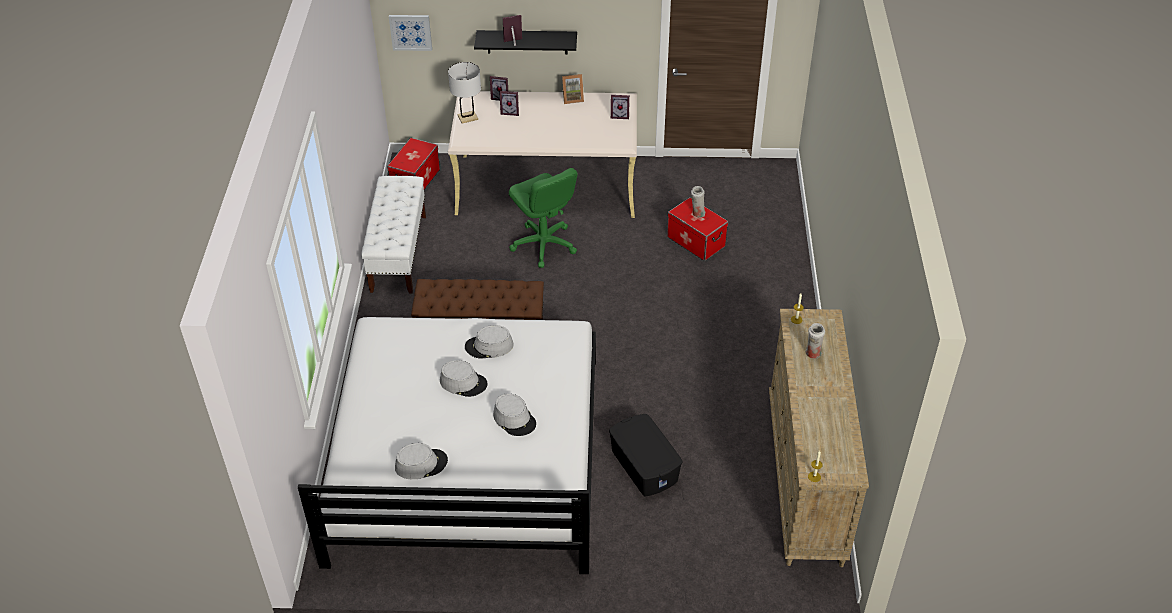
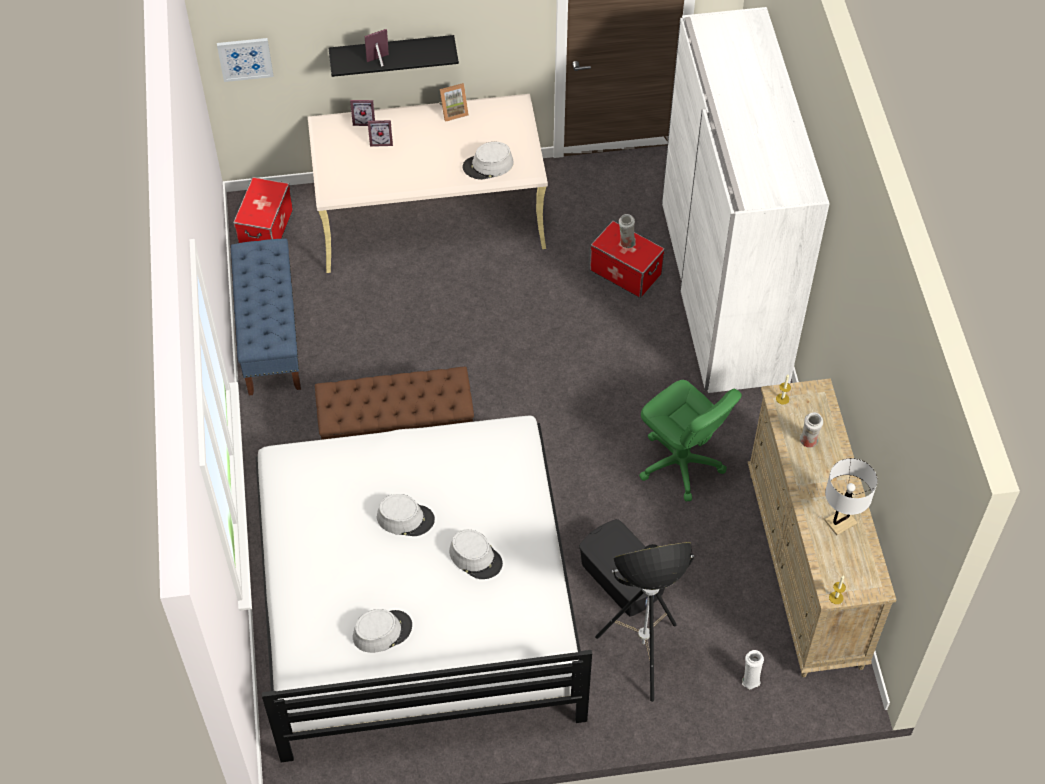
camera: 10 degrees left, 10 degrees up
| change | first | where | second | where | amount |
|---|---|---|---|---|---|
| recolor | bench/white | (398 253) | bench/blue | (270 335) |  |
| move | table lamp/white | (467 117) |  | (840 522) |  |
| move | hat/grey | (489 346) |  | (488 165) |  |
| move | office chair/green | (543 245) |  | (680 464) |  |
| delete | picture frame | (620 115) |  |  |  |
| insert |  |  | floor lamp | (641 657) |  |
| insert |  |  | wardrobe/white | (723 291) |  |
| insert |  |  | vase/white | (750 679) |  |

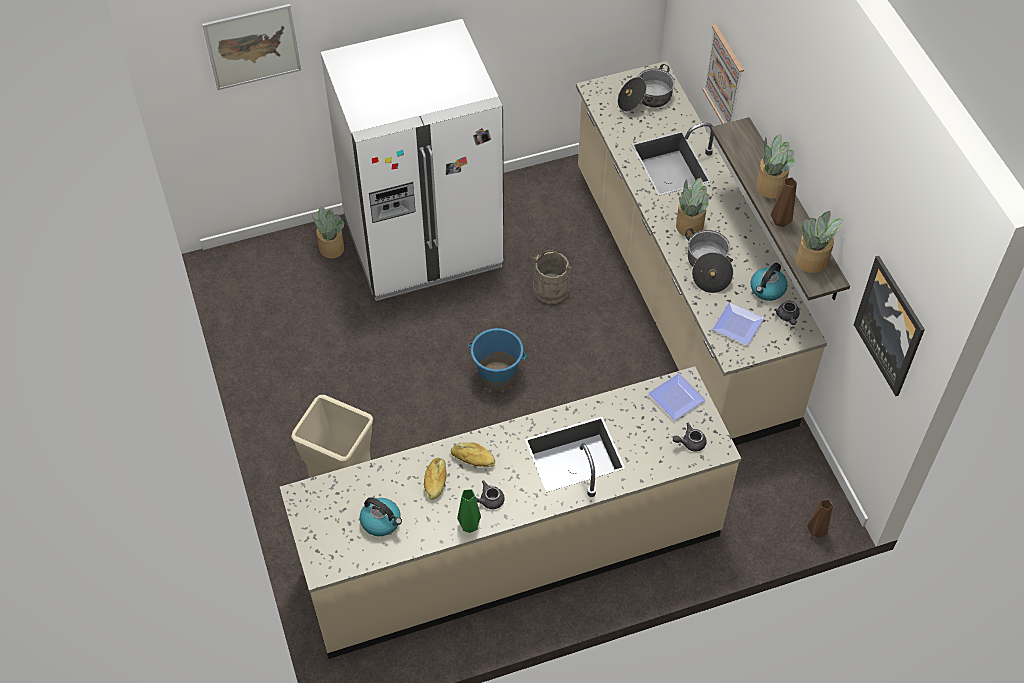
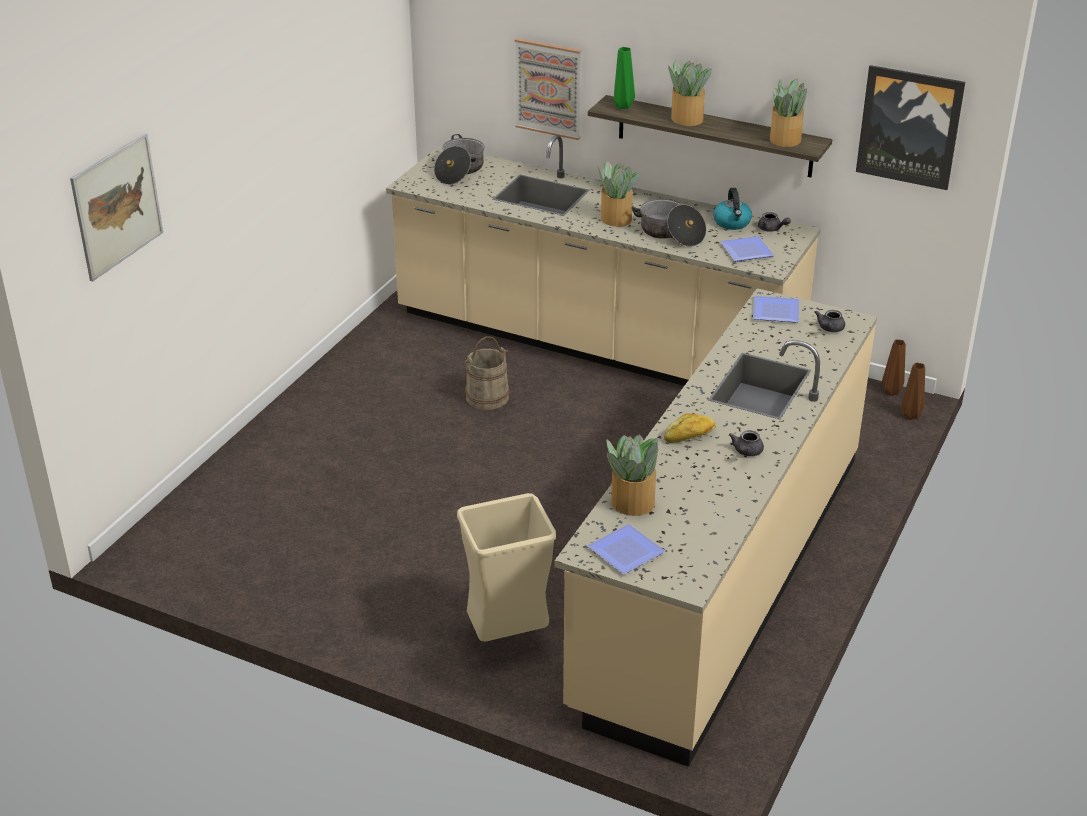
camera: 45 degrees left, 20 degrees down
| change | first | where | second | where | amount |
|---|---|---|---|---|---|
| move | potted plant | (331 247) |  | (631 502) |  |
| delete | fridge/white | (423 244) |  |  |  |
| delete | kettle | (381 521) |  |  |  |
| delete | bread | (435 481) |  |  |  |
| move | vase/green | (468 525) |  | (622 106) |  |
| delete | bucket/blue | (497 376) |  |  |  |
| move | vase/brown | (780 222) |  | (892 392) |  |
| insert |  |  | plate | (623 551) |  |

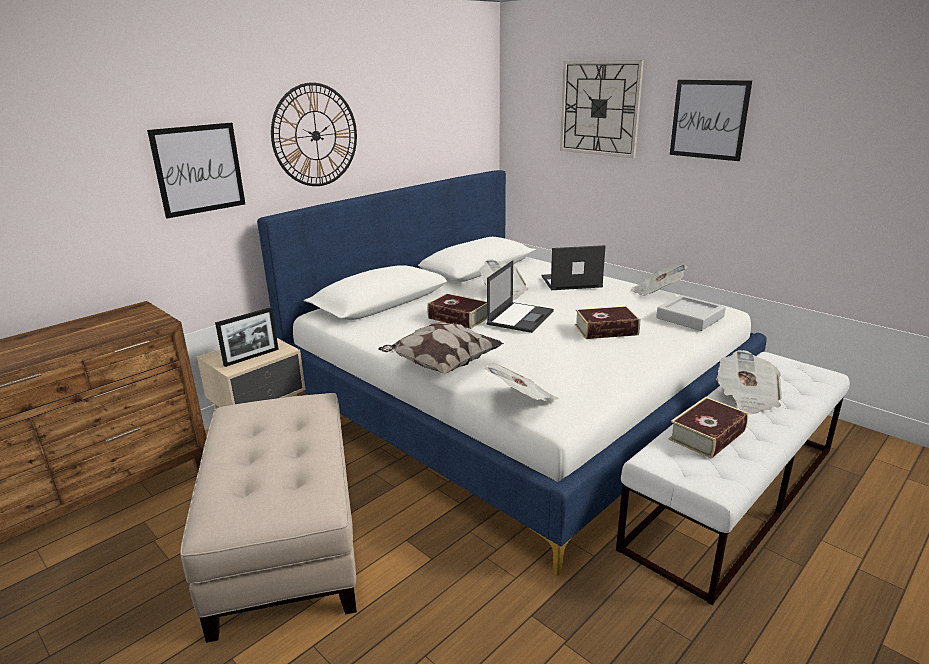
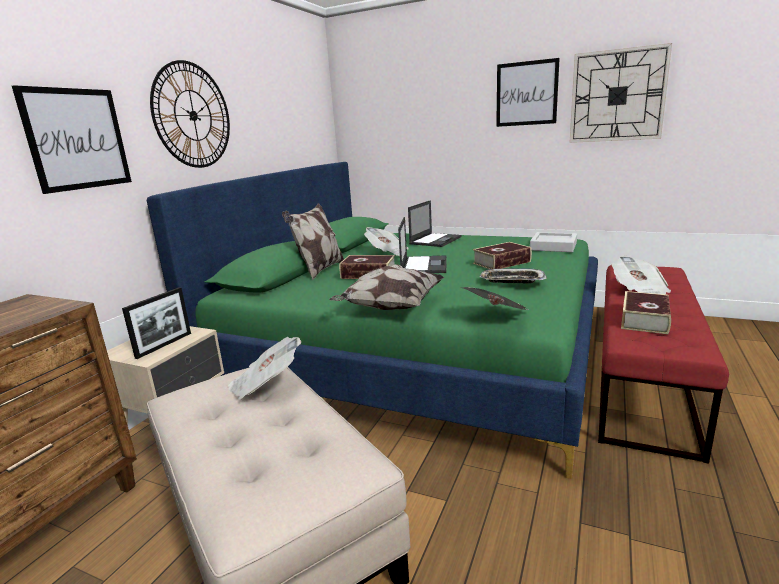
camera: 20 degrees left, 5 degrees down
| change | first | where | second | where | amount |
|---|---|---|---|---|---|
| recolor | bed/white | (516 399) | bed/green | (417 347) |  |
| rotate | laptop | (570 282) |  | (435 240) | 150 degrees clockwise |
| move | wall clock | (600 108) |  | (617 96) |  |
| recolor | bench/white | (734 495) | bench/red | (642 377) |  |
| move | newspaper | (656 292) |  | (266 385) |  |
| insert |  |  | pillow | (319 270) |  |
| insert |  |  | tray | (511 280) |  |

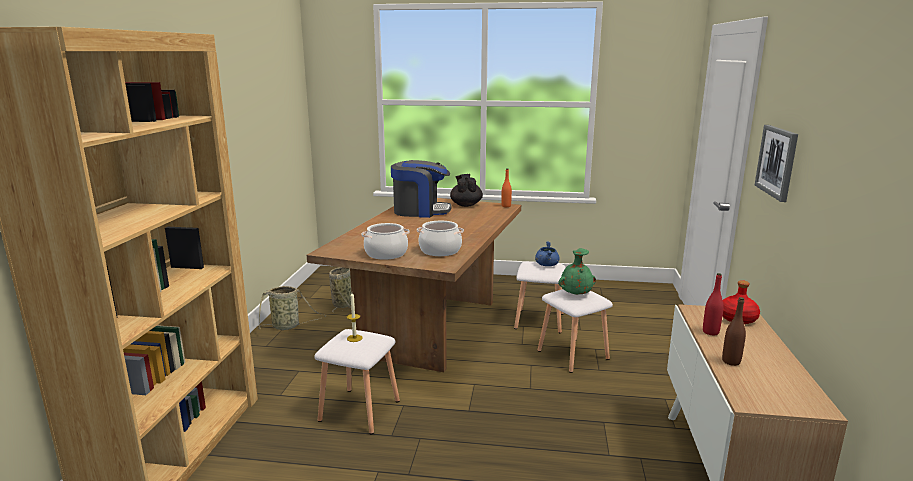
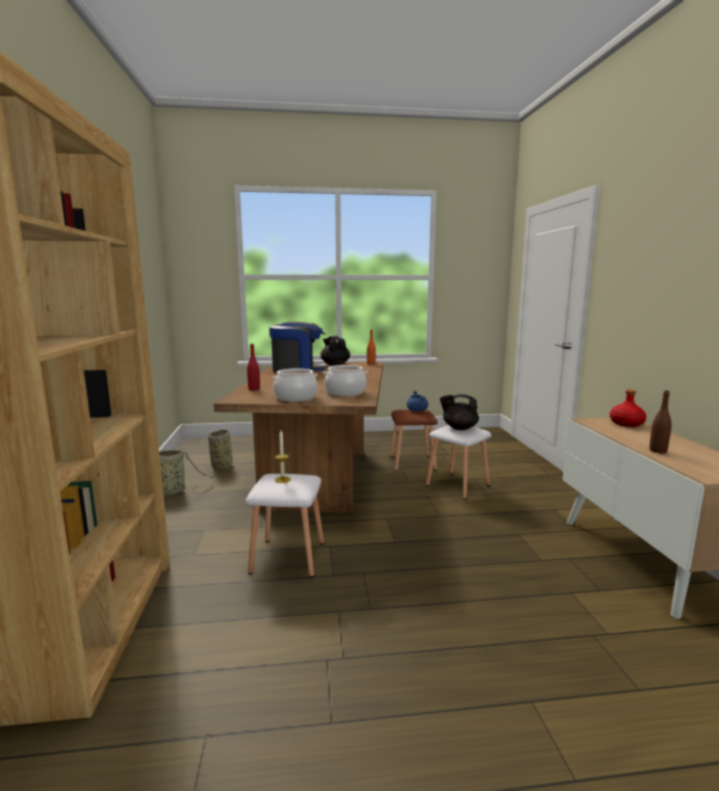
camera: 15 degrees left, 5 degrees down
| change | first | where | second | where | amount |
|---|---|---|---|---|---|
| recolor | stool/white | (539 321) | stool/brown | (413 463) |  |
| replace | vase/green | (575 294) | teapot/black | (459 428) |  |
| move | bottle/red | (710 332) |  | (254 389) |  |
| delete | picture | (777 161) |  |  |  |

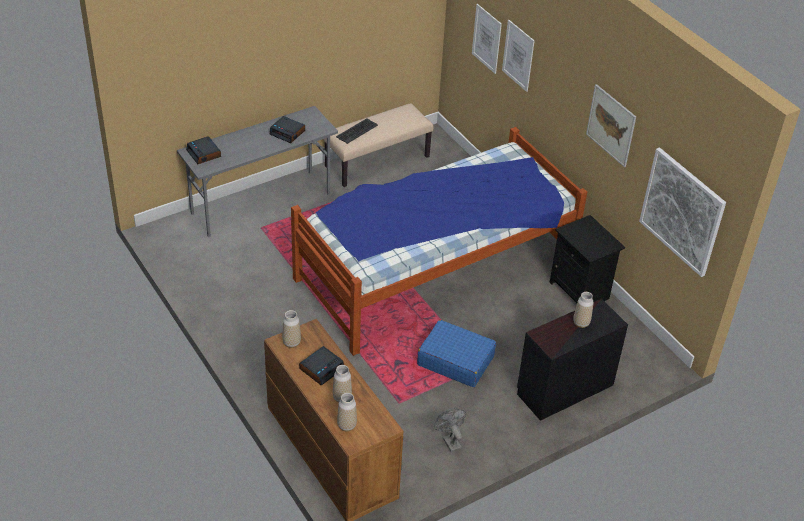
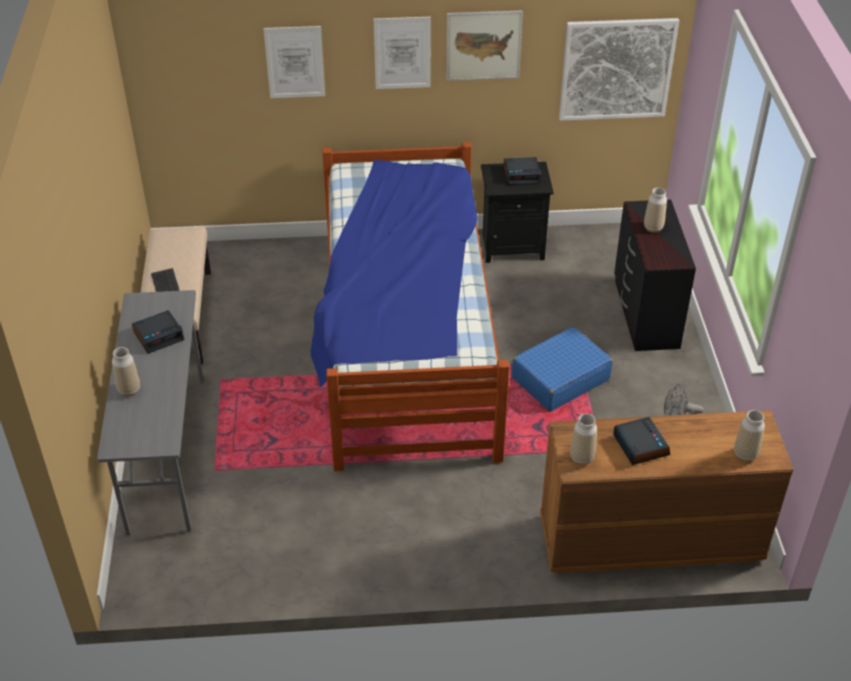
camera: 60 degrees left, 0 degrees up
| change | first | where | second | where | amount |
|---|---|---|---|---|---|
| move | alarm clock | (204 154) |  | (522 175) |  |
| move | vase | (342 398) |  | (129 390) |  |
| move | picture | (486 38) |  | (402 53) |  |

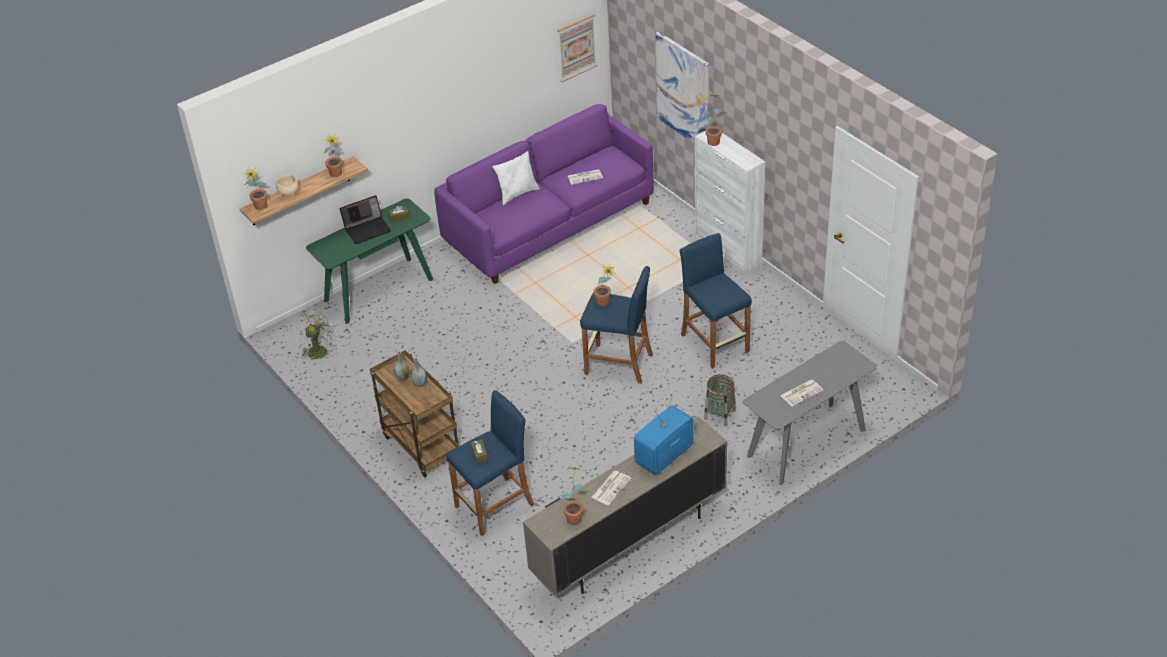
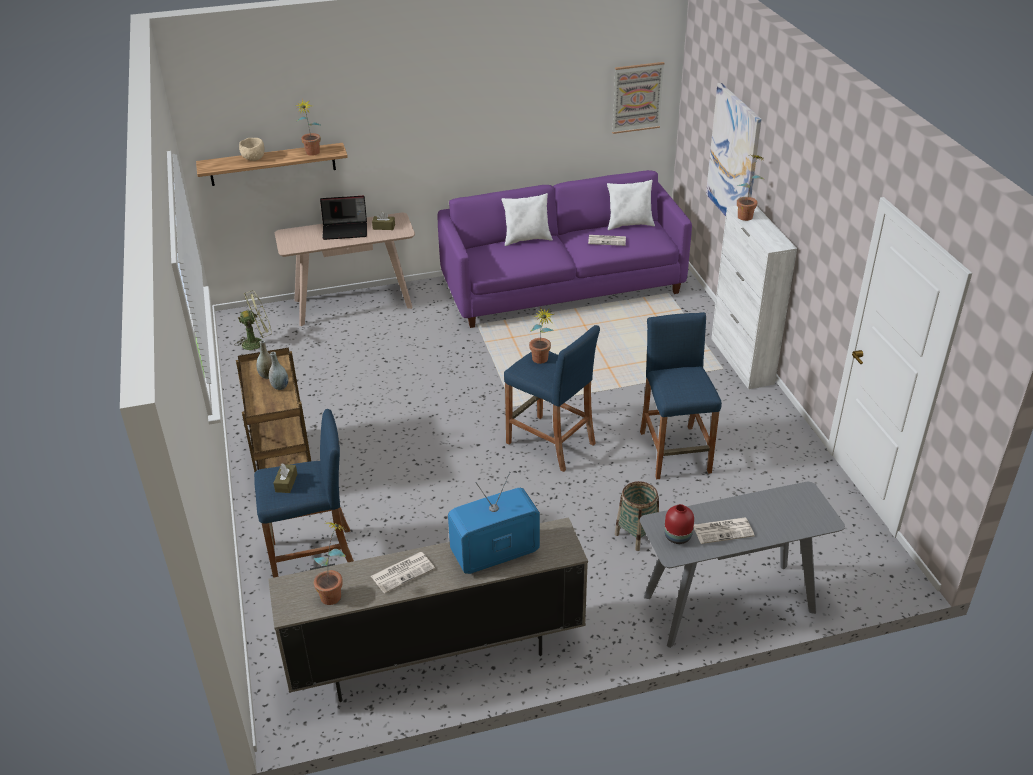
camera: 20 degrees right, 5 degrees down
| change | first | where | second | where | amount |
|---|---|---|---|---|---|
| delete | potted plant | (260 208) |  |  |  |
| recolor | console table/green | (378 290) | console table/beige | (353 303) |  |
| insert |  |  | pillow/white | (629 224) |  |
| insert |  |  | vase/red | (678 537) |  |

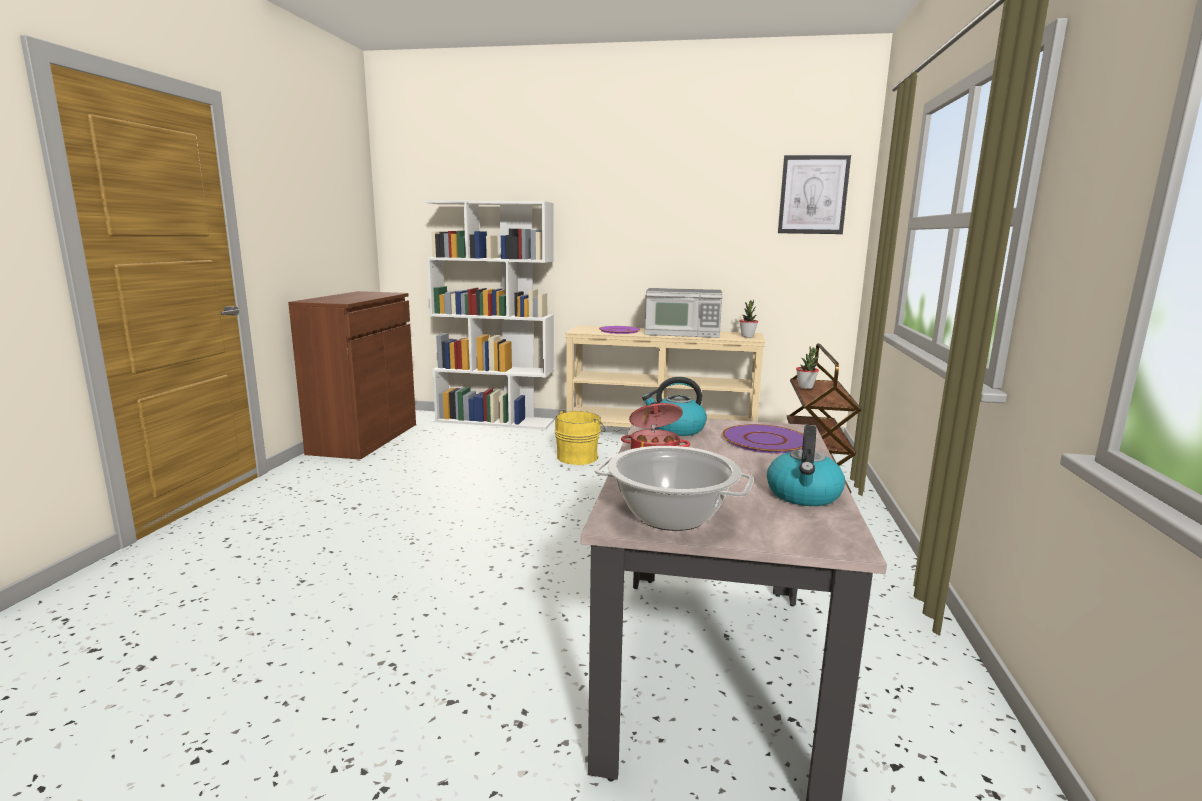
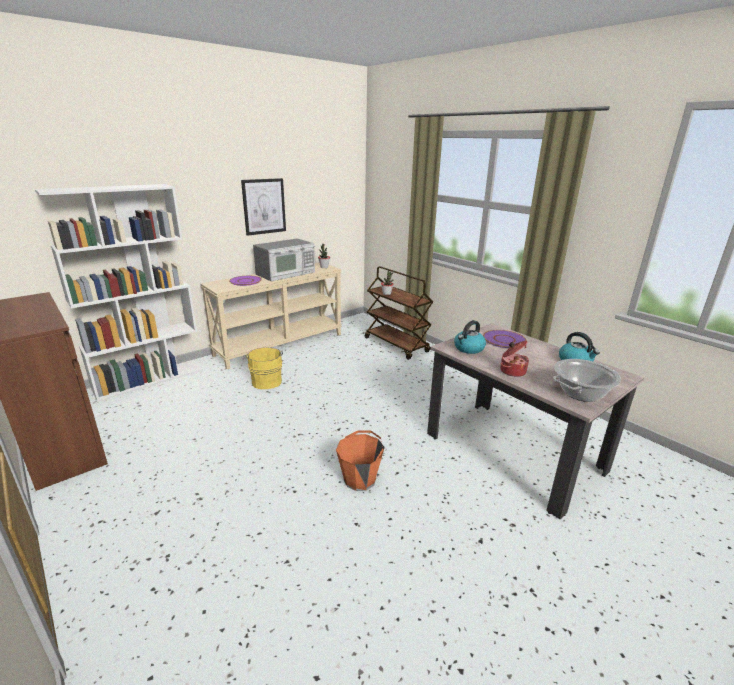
camera: 50 degrees left, 10 degrees up
| change | first | where | second | where | amount |
|---|---|---|---|---|---|
| move | picture | (813 195) |  | (264 206) |  |
| insert |  |  | bucket/orange | (360 479) |  |

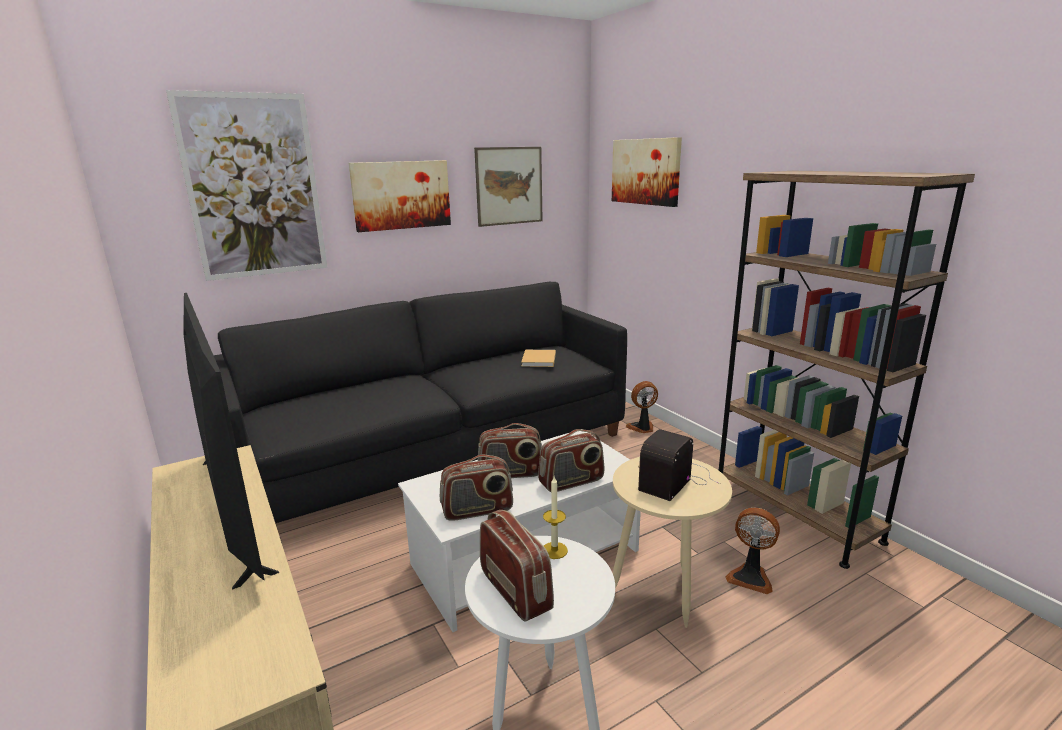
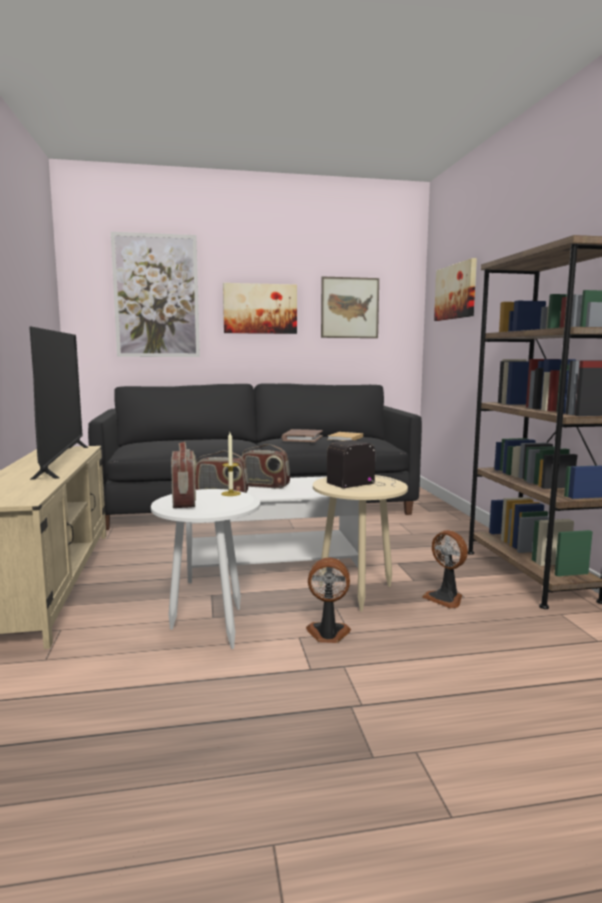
camera: 20 degrees right, 10 degrees down
| change | first | where | second | where | amount |
|---|---|---|---|---|---|
| delete | radio | (571 482) |  |  |  |
| move | fan | (642 428) |  | (328 634) |  |
| insert |  |  | book/brown | (302 438) |  |

